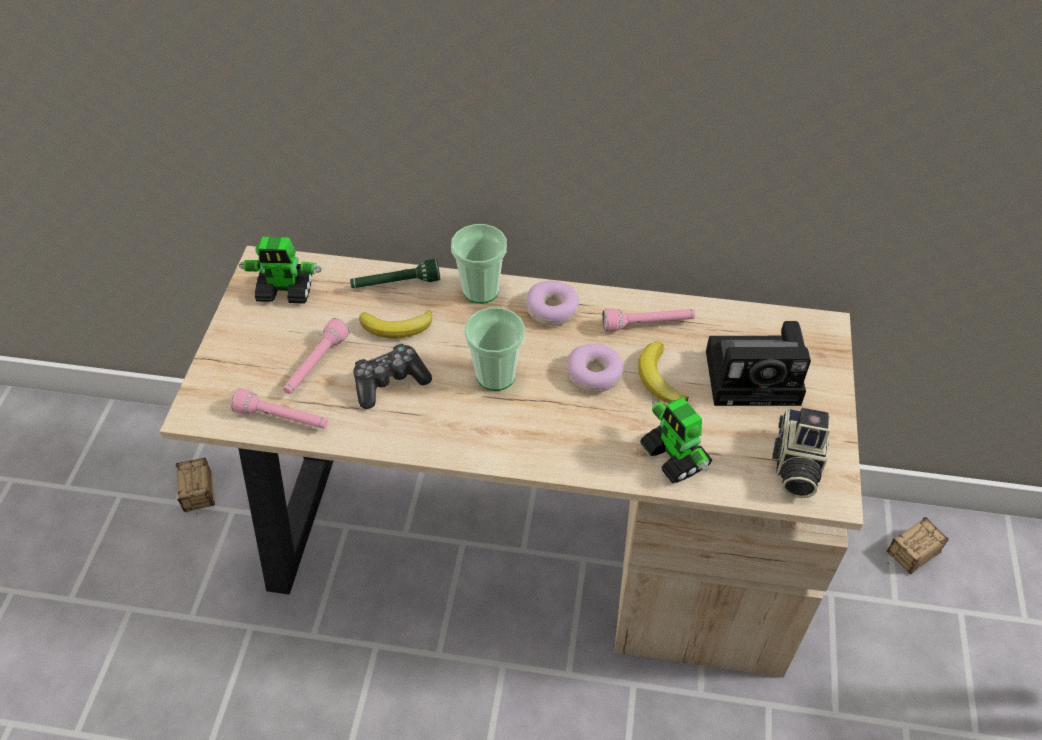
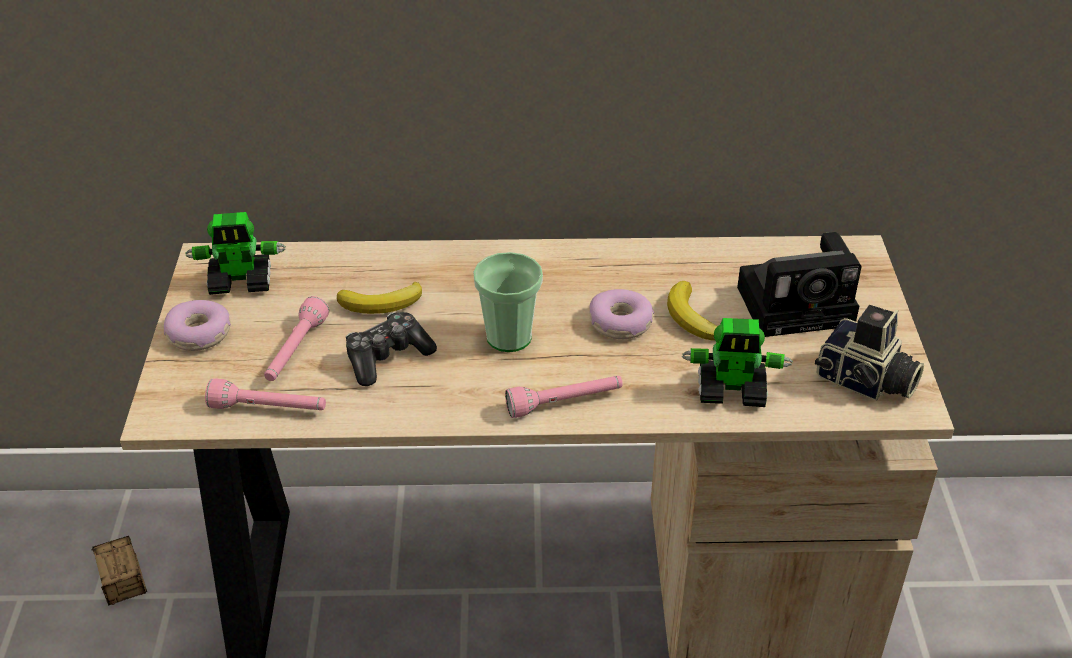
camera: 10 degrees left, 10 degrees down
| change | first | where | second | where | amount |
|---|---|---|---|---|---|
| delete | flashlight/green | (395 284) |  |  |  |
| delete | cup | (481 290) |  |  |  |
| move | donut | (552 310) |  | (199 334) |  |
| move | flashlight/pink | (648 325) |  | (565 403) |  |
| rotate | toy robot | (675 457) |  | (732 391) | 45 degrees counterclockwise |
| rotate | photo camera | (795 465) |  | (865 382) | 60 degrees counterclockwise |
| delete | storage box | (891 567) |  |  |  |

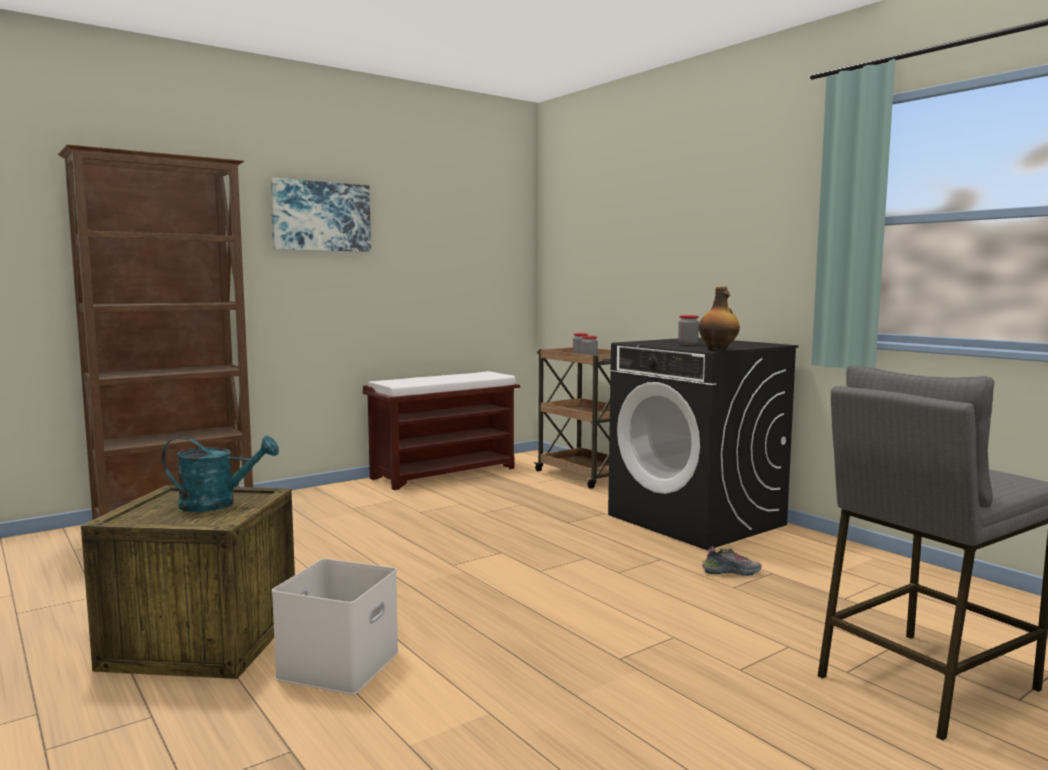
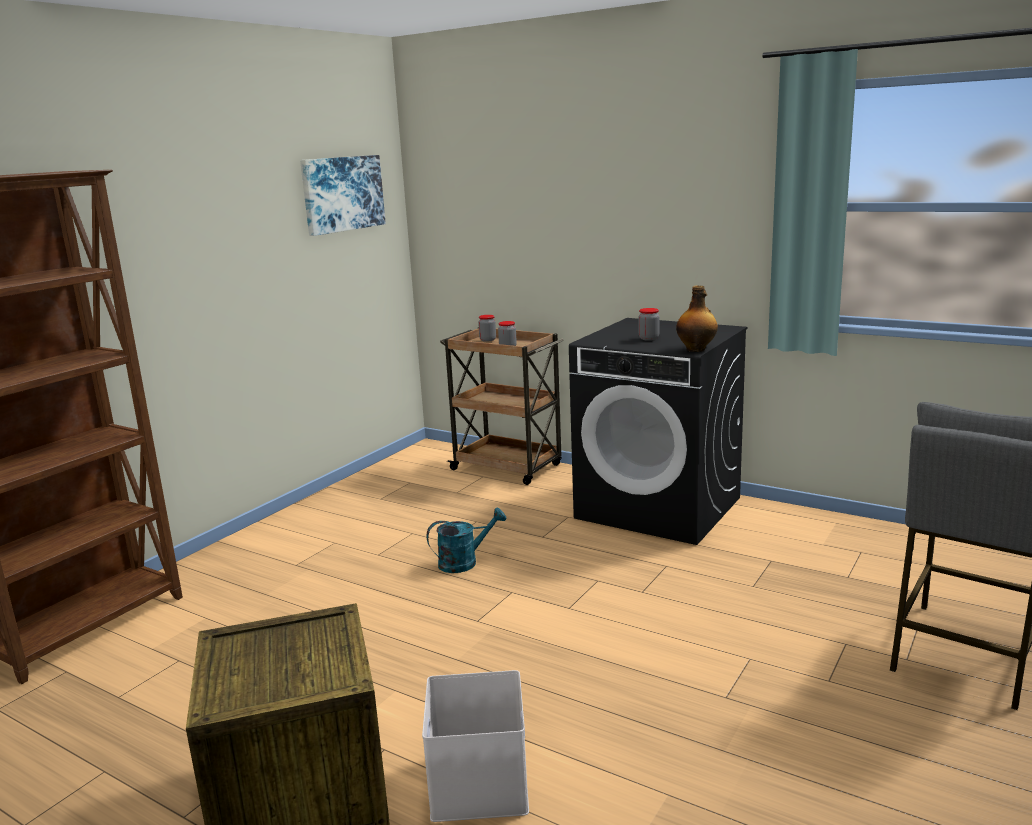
camera: 20 degrees left, 10 degrees up
| change | first | where | second | where | amount |
|---|---|---|---|---|---|
| move | watering can/turquoise | (217 504) |  | (464 562) |  |
| move | picture | (321 216) |  | (342 194) |  |
| delete | bench/brown | (445 473) |  |  |  |
| delete | shoe | (731 572) |  |  |  |

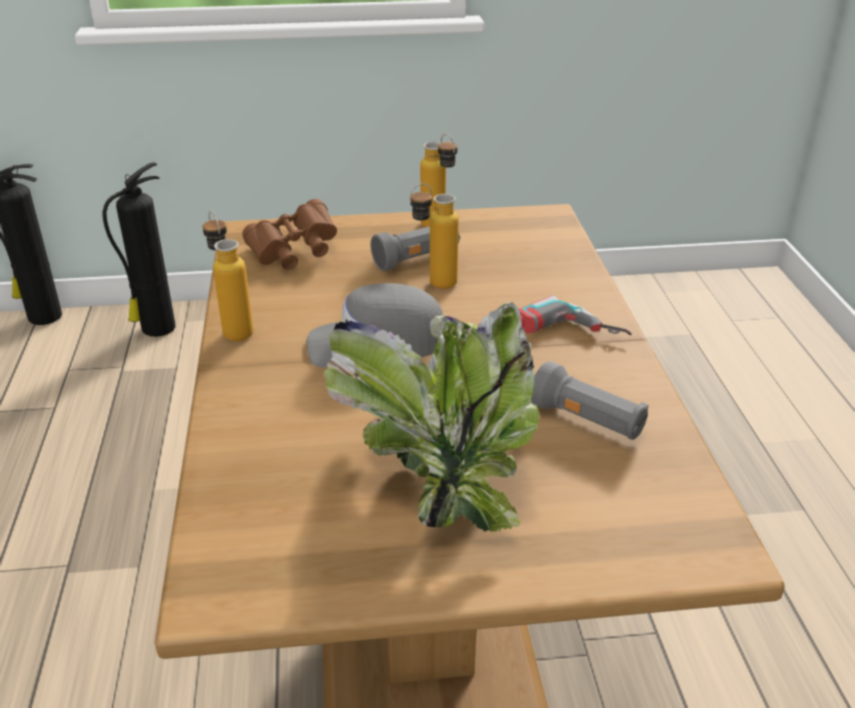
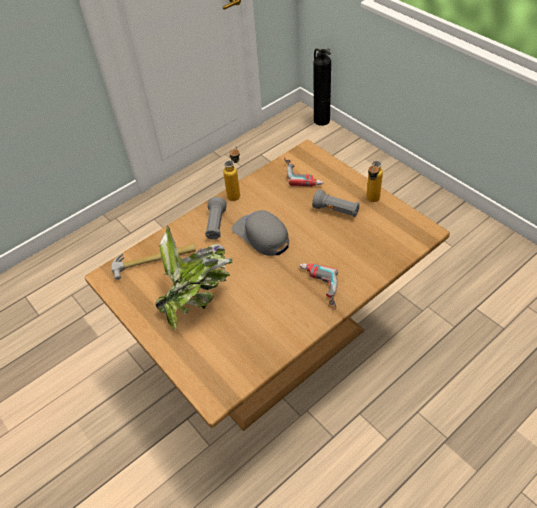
camera: 60 degrees right, 15 degrees up
| change | first | where | second | where | amount |
|---|---|---|---|---|---|
| delete | fire extinguisher | (156 329) |  |  |  |
| replace | binoculars/brown | (294 253) | power drill | (303 174) |  |
| delete | bottle | (433 286) |  |  |  |
| move | flashlight/grey | (587 421) |  | (216 225) |  |
| insert |  |  | hammer | (154 260) |  |

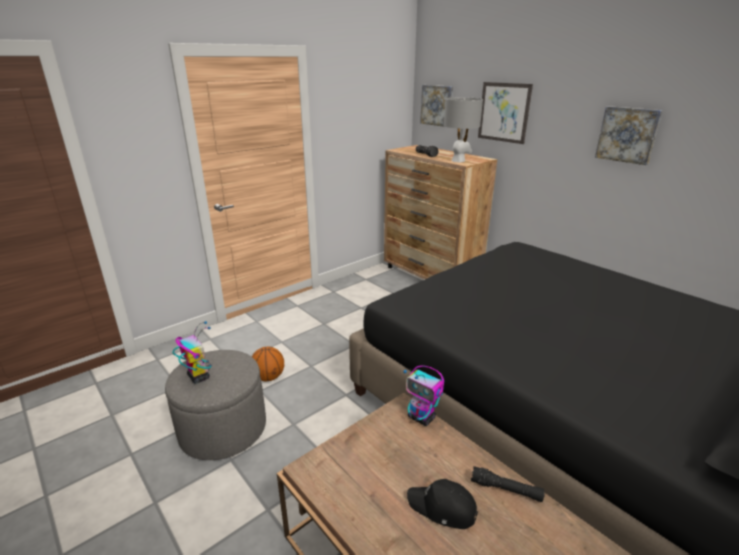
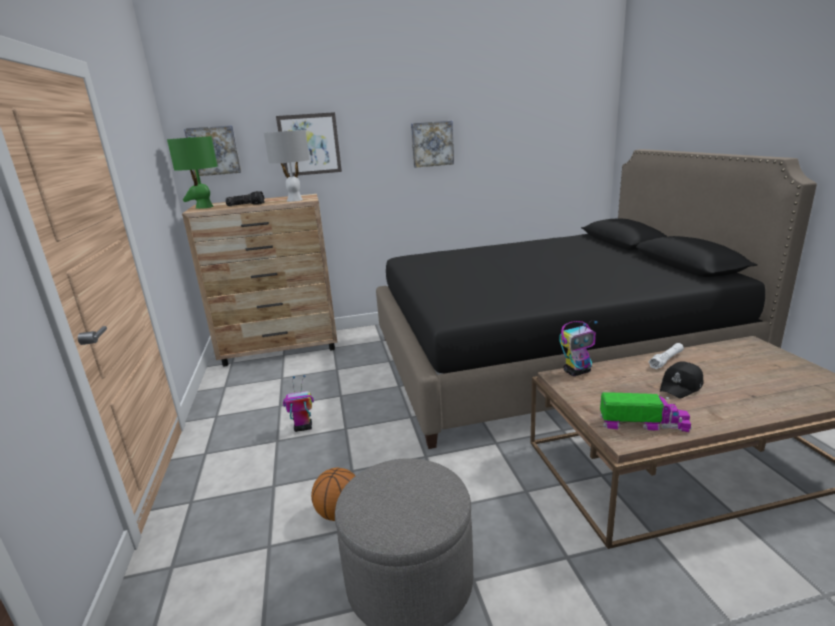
camera: 60 degrees left, 5 degrees down
| change | first | where | second | where | amount |
|---|---|---|---|---|---|
| move | toy robot | (198 376) |  | (303 428) |  |
| recolor | flashlight/black | (506 489) | flashlight/white | (666 360) |  |
| insert |  |  | table lamp/green | (204 207) |  |
| insert |  |  | toy truck | (643 424) |  |

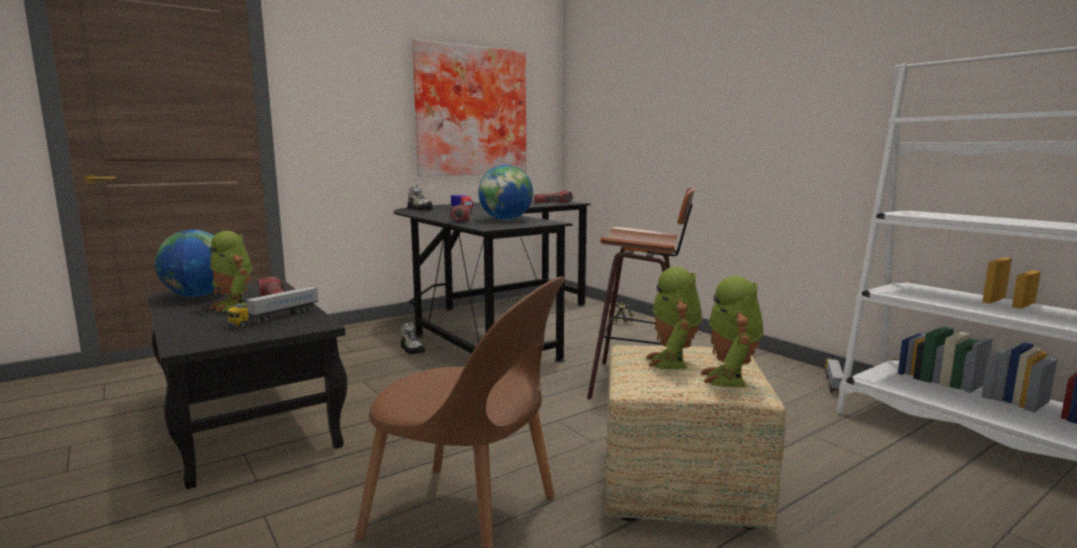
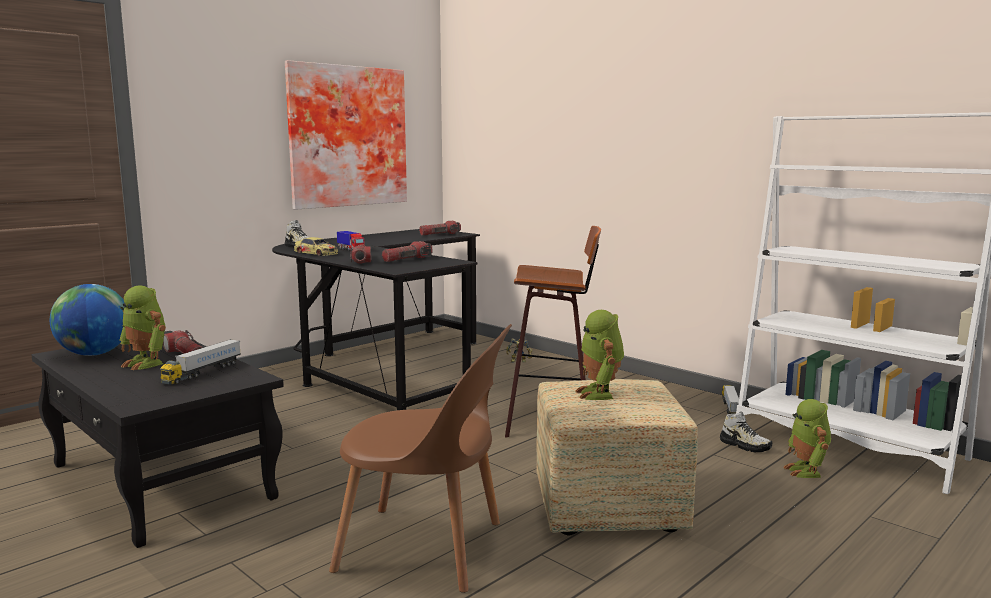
camera: 10 degrees left, 0 degrees up
| change | first | where | second | where | amount |
|---|---|---|---|---|---|
| move | shoe | (412 349) |  | (745 446) |  |
| replace | globe | (506 220) | flashlight | (407 259) |  |
| move | toy robot | (730 379) |  | (807 471) |  |
| insert |  |  | toy car | (316 253) |  |

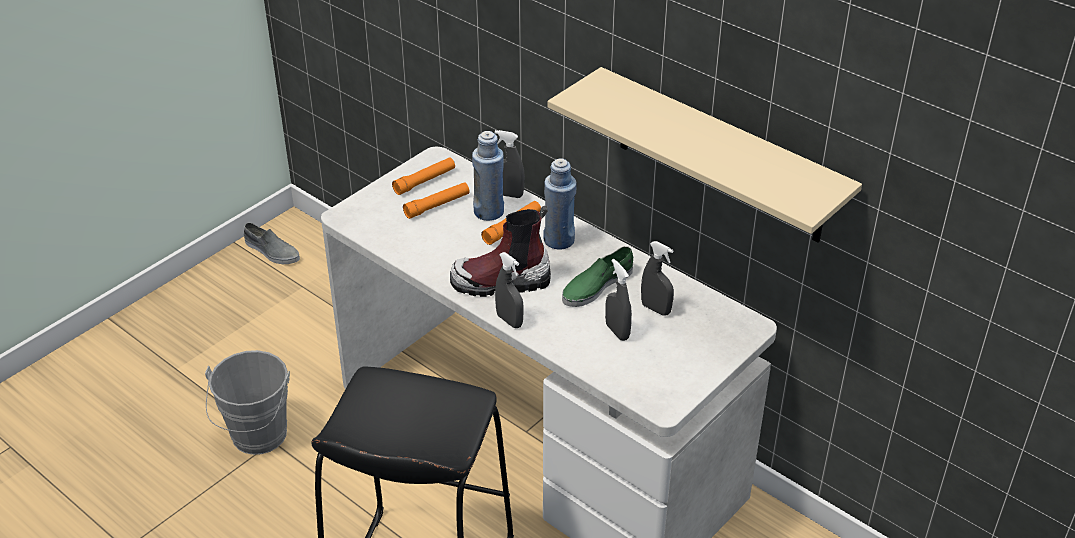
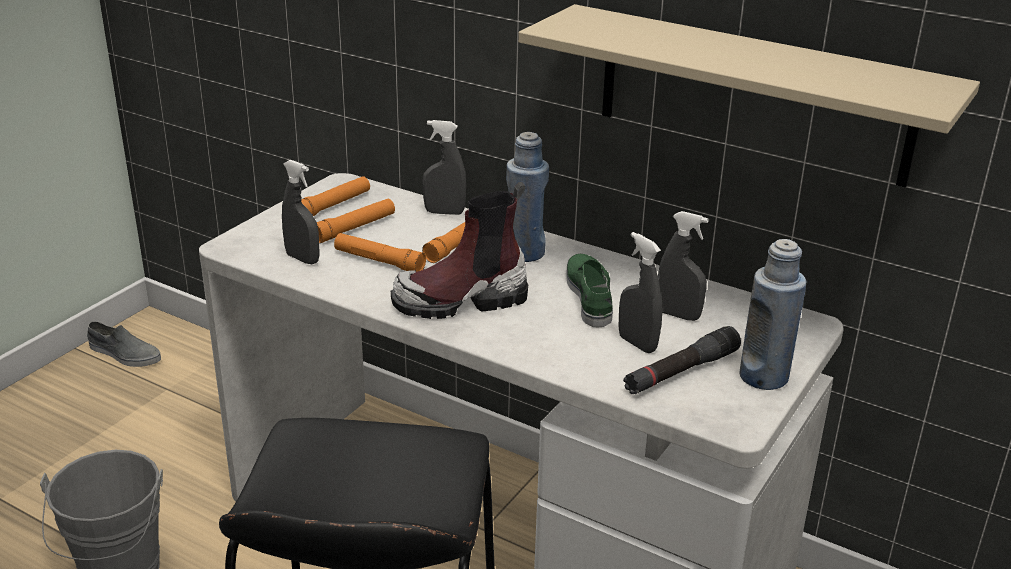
camera: 10 degrees left, 10 degrees down
| change | first | where | second | where | amount |
|---|---|---|---|---|---|
| move | bottle/blue | (489 212) |  | (763 377) |  |
| move | spray bottle/grey | (509 320) |  | (302 259) |  |
| rotate | shoe/green | (596 285) |  | (590 296) | 135 degrees clockwise |
| insert |  |  | flashlight/orange | (379 261) |  |
| insert |  |  | flashlight/black | (681 372) |  |

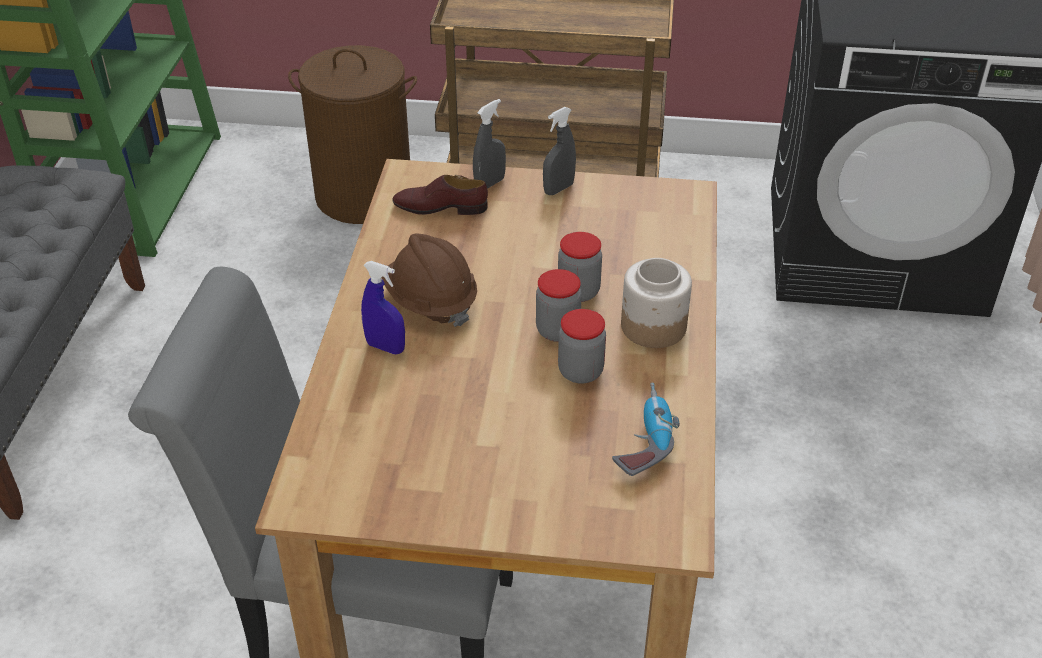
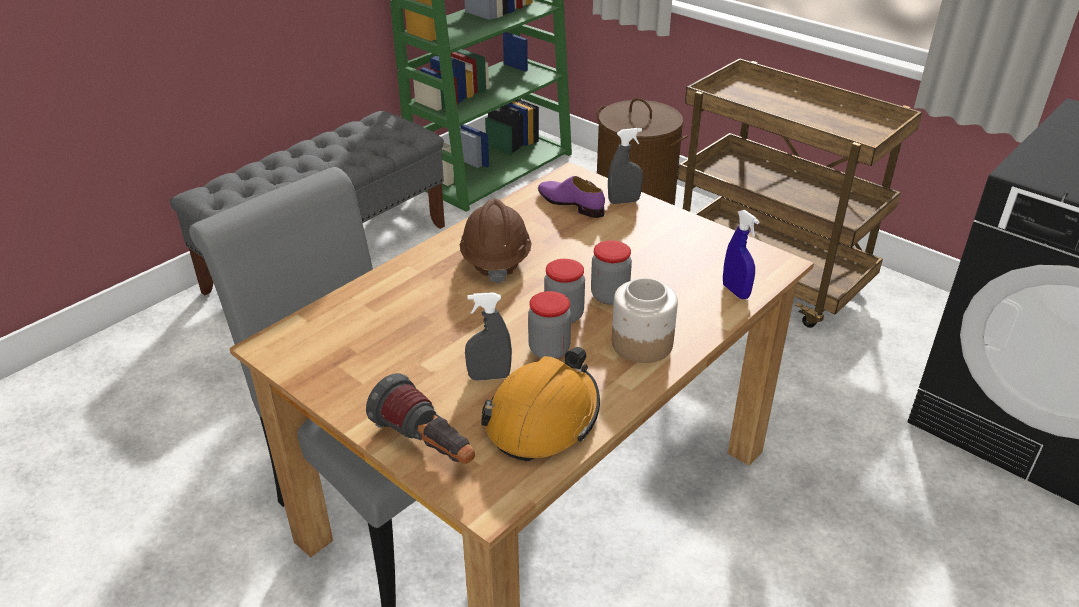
camera: 35 degrees right, 5 degrees down
| change | first | where | second | where | amount |
|---|---|---|---|---|---|
| move | spray bottle/blue | (385 347) |  | (735 291) |  |
| recolor | shoe/brown | (440 207) | shoe/purple | (571 204) |  |
| move | spray bottle/grey | (558 189) |  | (489 376) |  |
| replace | power drill | (643 439) | hard hat/orange | (543 418) |  |
| insert |  |  | flashlight | (427 446) |  |

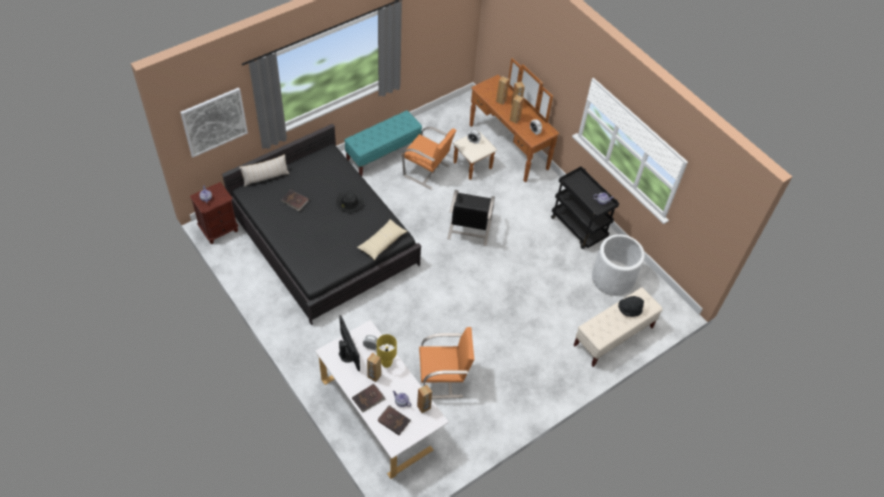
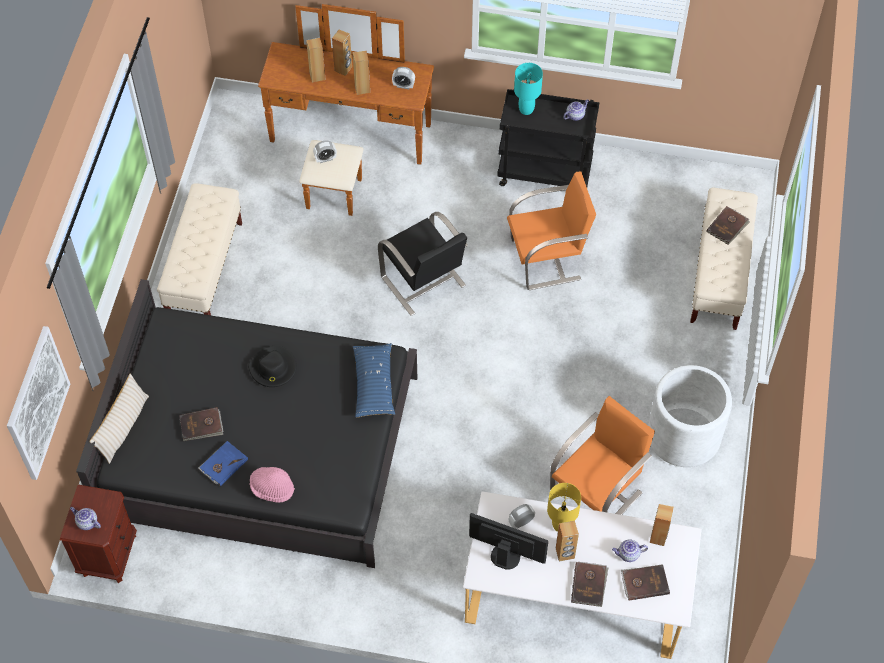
camera: 40 degrees left, 5 degrees up
| change | first | where | second | where | amount |
|---|---|---|---|---|---|
| recolor | bench/turquoise | (383 154) | bench/beige | (205 270) |  |
| recolor | pillow/beige | (382 242) | pillow/blue | (374 384) |  |
| move | chair/orange | (427 171) |  | (547 259) |  |
| move | planter/white | (612 278) |  | (683 435) |  |
| replace | hat/black | (629 310) | book/brown | (727 226) |  |
| insert |  |  | book/blue | (223 464) |  |
| insert |  |  | hat/pink | (272 488) |  |
| insert |  |  | table lamp/turquoise | (526 110) |  |

